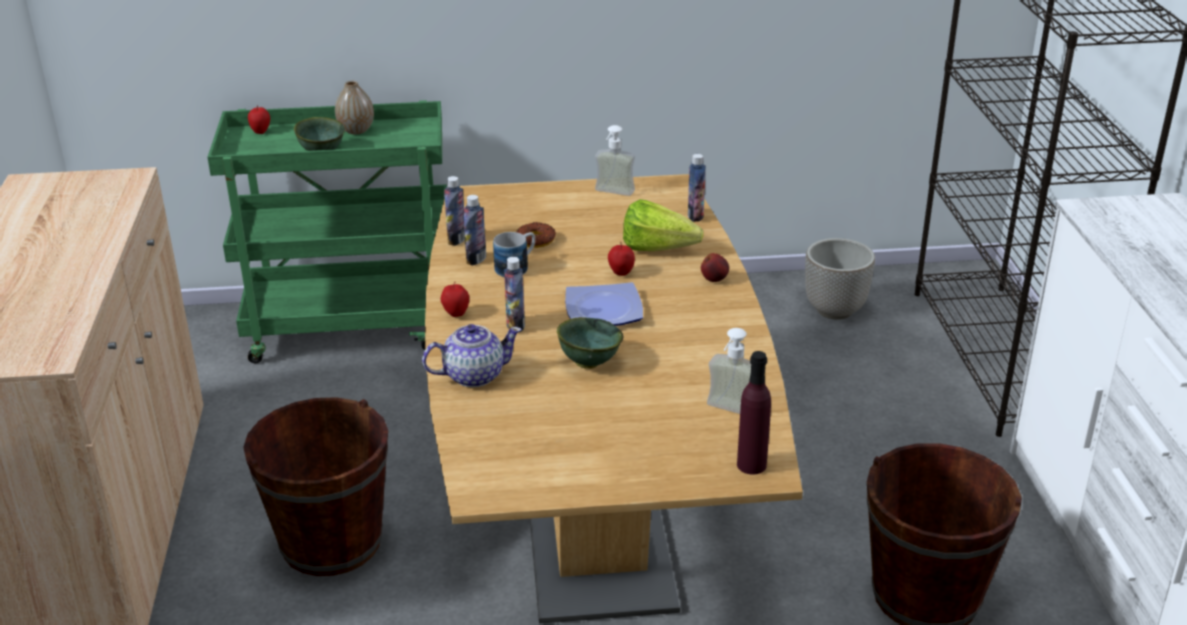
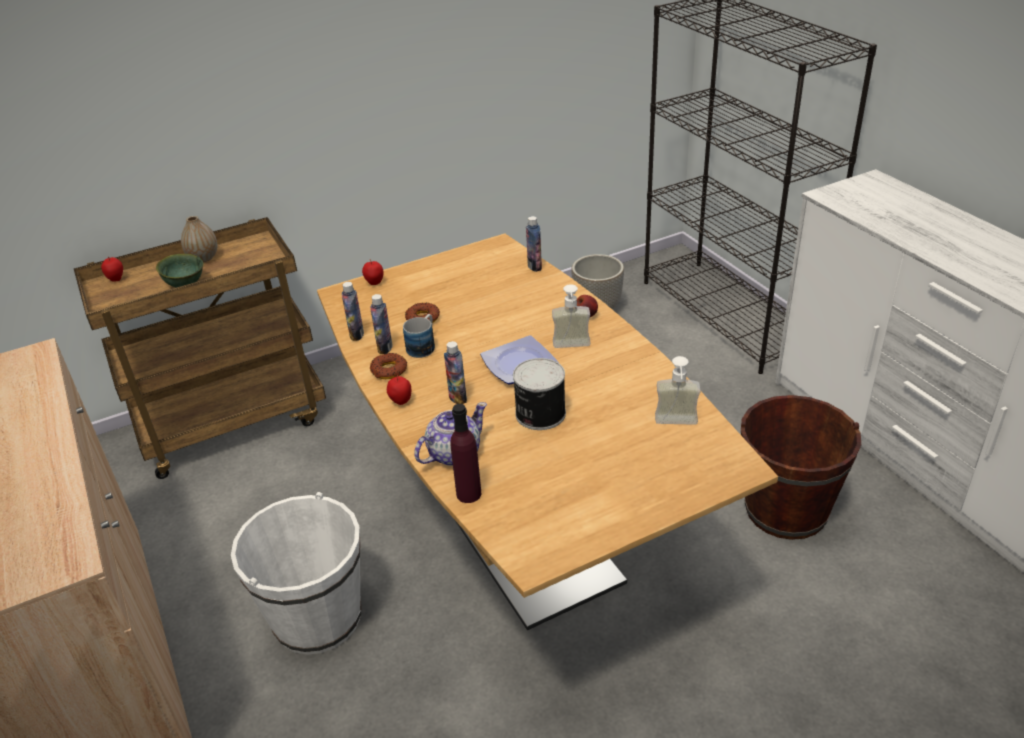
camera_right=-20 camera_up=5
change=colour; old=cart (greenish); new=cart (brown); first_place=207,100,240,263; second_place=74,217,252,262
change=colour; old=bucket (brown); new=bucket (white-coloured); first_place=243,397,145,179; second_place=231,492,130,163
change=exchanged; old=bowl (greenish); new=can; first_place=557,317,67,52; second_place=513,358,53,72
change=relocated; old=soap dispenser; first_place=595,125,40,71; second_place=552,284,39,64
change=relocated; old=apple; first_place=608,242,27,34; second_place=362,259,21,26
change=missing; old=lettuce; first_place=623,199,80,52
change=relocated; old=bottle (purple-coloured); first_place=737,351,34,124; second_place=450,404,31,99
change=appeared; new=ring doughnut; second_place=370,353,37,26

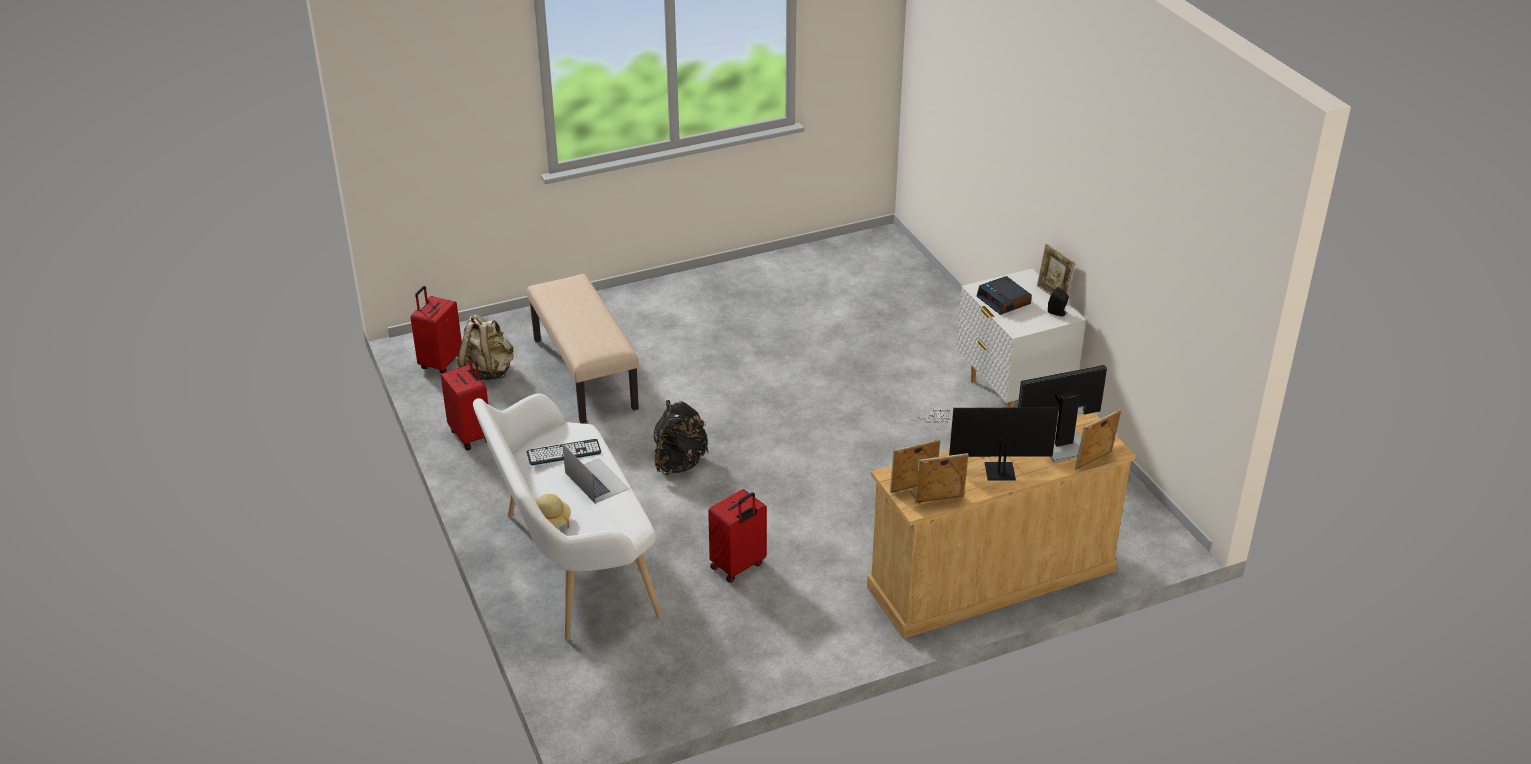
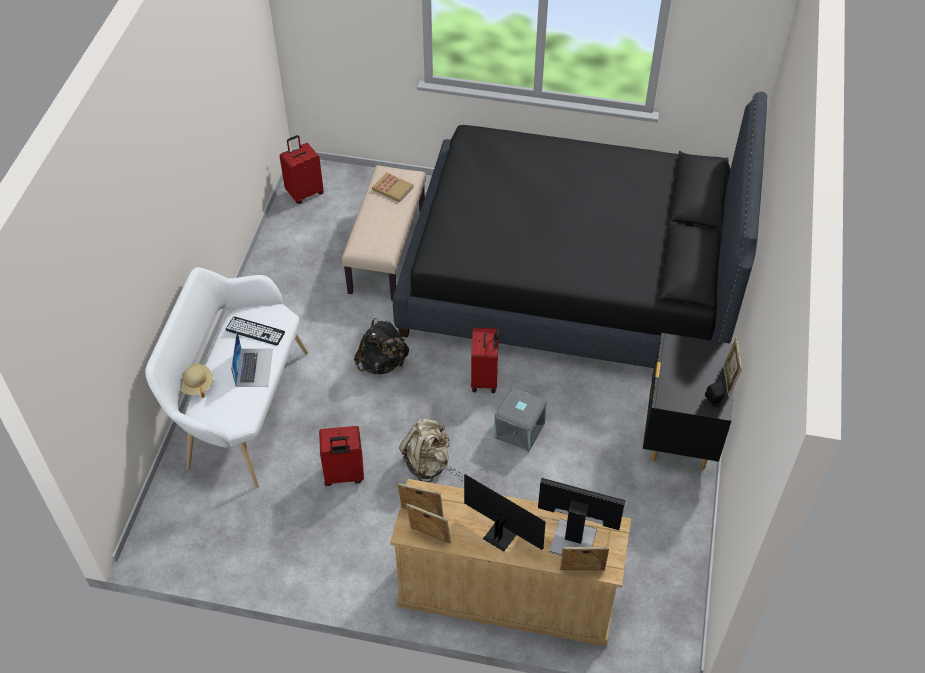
camera_right=35 camera_up=15
change=relocated; old=travel case (reddish); first_place=440,355,48,95; second_place=471,325,28,68
change=relocated; old=rucksack (sand-coloured); first_place=458,315,56,65; second_place=399,419,51,63
change=colour; old=night table (white-coloured); new=night table (black); first_place=957,269,129,139; second_place=643,333,91,137
change=missing; old=table clock; first_place=977,276,55,39
change=appeared; new=book; second_place=372,172,42,30
change=appeared; new=bed (black); second_place=393,92,374,276
change=appeared; new=storage bin (gray); second_place=494,387,53,65

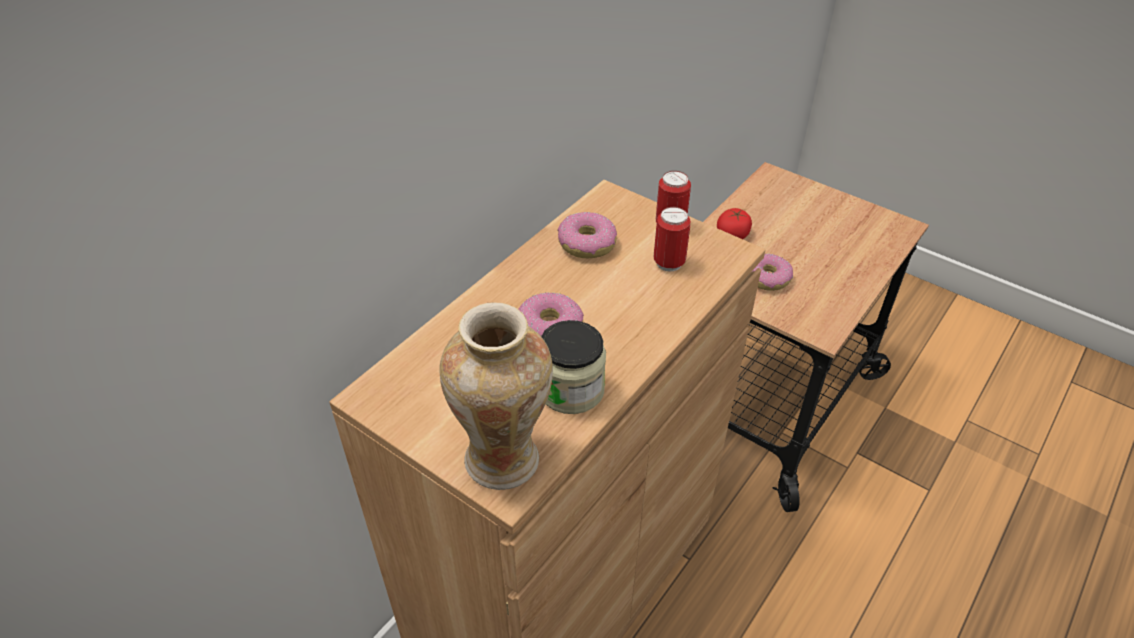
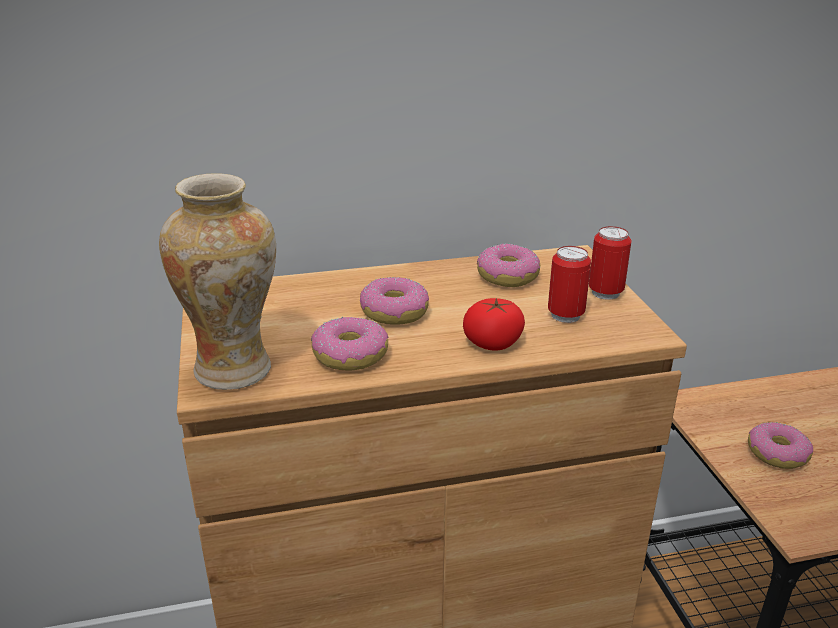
camera_right=40 camera_up=-15
change=exchanged; old=preserve jar; new=ring doughnut; first_place=541,320,65,94; second_place=311,316,77,54
change=relocated; old=whole tomato; first_place=717,208,35,31; second_place=463,298,62,53

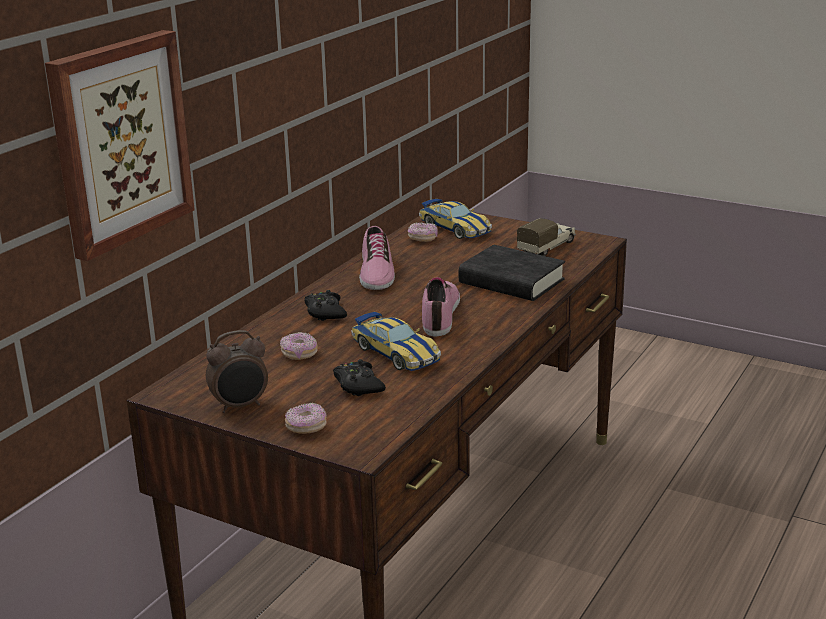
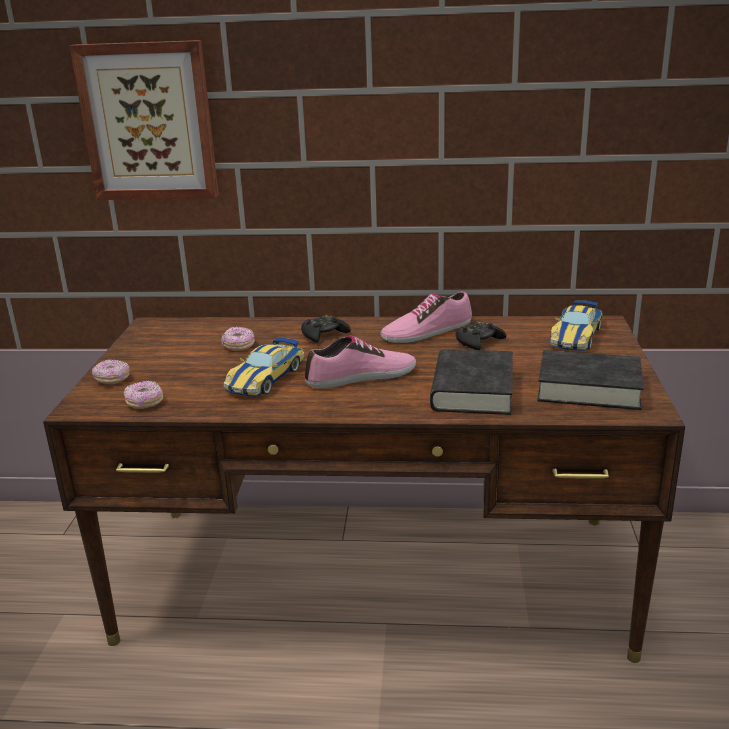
camera_right=65 camera_up=0
change=missing; old=table clock; first_place=206,330,62,83
change=relocated; old=joypad (black); first_place=333,359,53,37; second_place=456,321,50,29
change=relocated; old=ring doughnut; first_place=408,223,30,19; second_place=124,380,39,29
change=exchanged; old=model truck; new=book (black); first_place=517,218,59,38; second_place=537,350,107,60

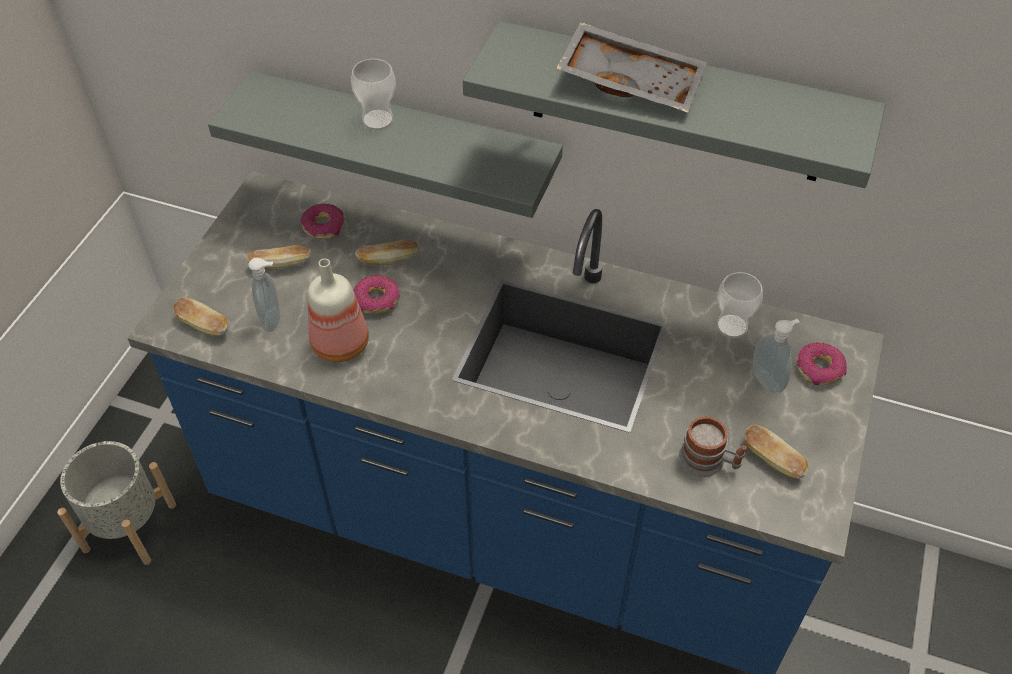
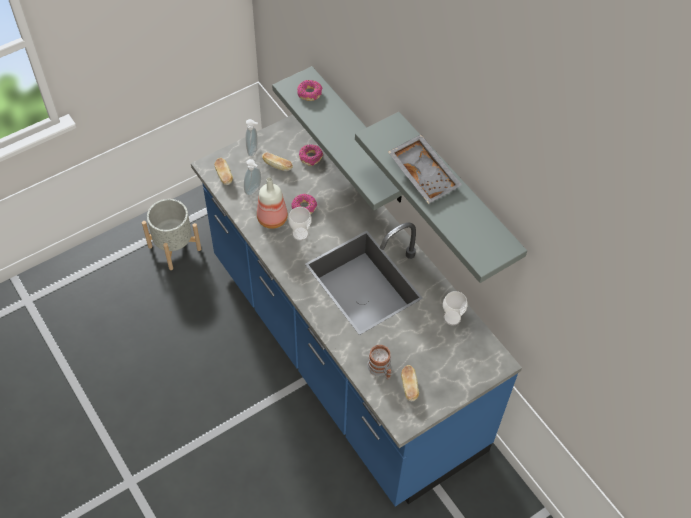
camera_right=35 camera_up=5
change=relocated; old=small cup; first_place=351,59,45,71; second_place=288,207,24,34
change=missing; old=bakery bread; first_place=355,240,64,25
change=relocated; old=soap dispenser; first_place=753,319,46,75; second_place=245,119,13,37
change=relocated; old=ring doughnut; first_place=796,342,51,43; second_place=297,80,25,21

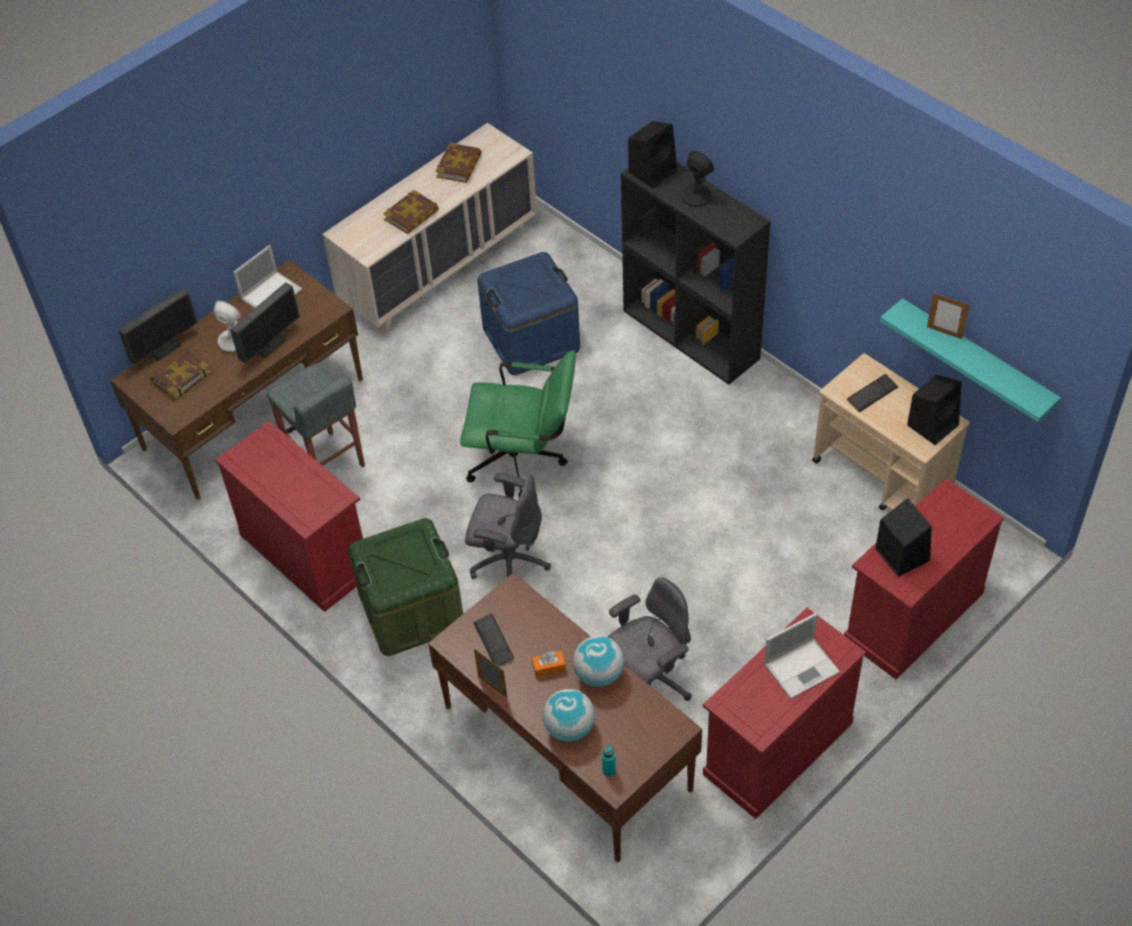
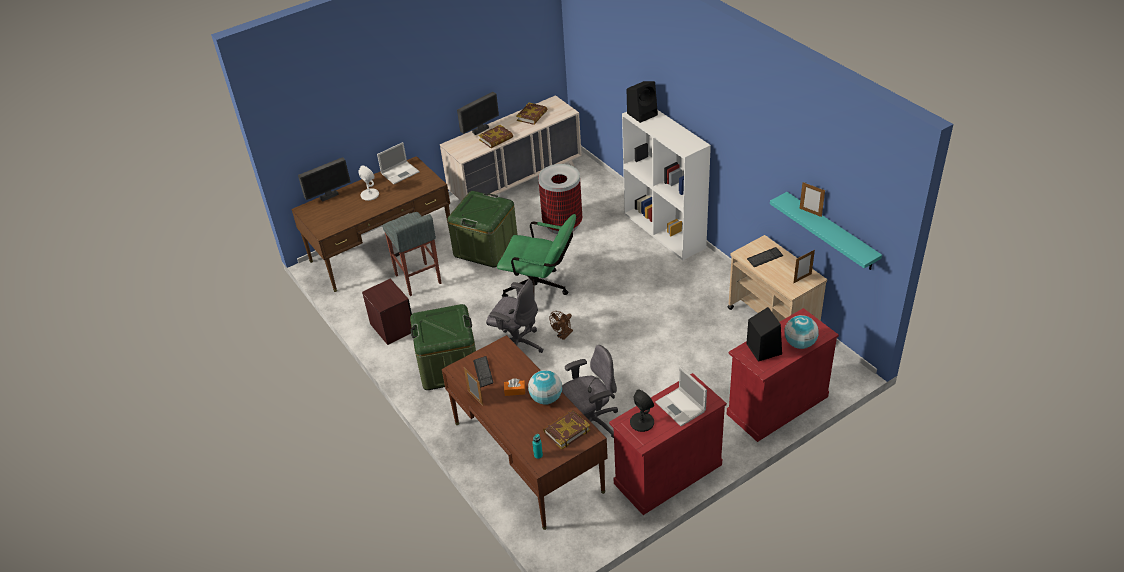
camera_right=10 camera_up=-10
change=relocated; old=book; first_place=150,350,61,50; second_place=543,409,48,41
change=exchanged; old=cupboard (reddish); new=night table (brown); first_place=215,421,148,191; second_place=362,279,50,66
change=relocated; old=monitor; first_place=230,282,70,82; second_place=457,92,42,43
change=exchanged; old=storage bin (blue-coloured); new=waste bin; first_place=477,252,103,123; second_place=538,164,44,70
change=relocated; old=world globe; first_place=543,689,52,53; second_place=784,315,35,34
change=colour; old=shelving unit (black); new=shelving unit (white-coloured); first_place=621,163,149,222; second_place=622,110,89,150
change=relocated; old=table lamp (black); first_place=681,151,33,56; second_place=630,389,24,43
change=spun; old=portable computer; first_place=764,613,76,86; second_place=655,366,52,60; degrees=75
change=exchanged; old=speaker (black); new=picture frame; first_place=907,375,55,70; second_place=793,250,22,33
change=appeared; new=storage bin (greenish); second_place=447,191,71,76
change=appeared; new=fan (brown); second_place=550,311,23,29

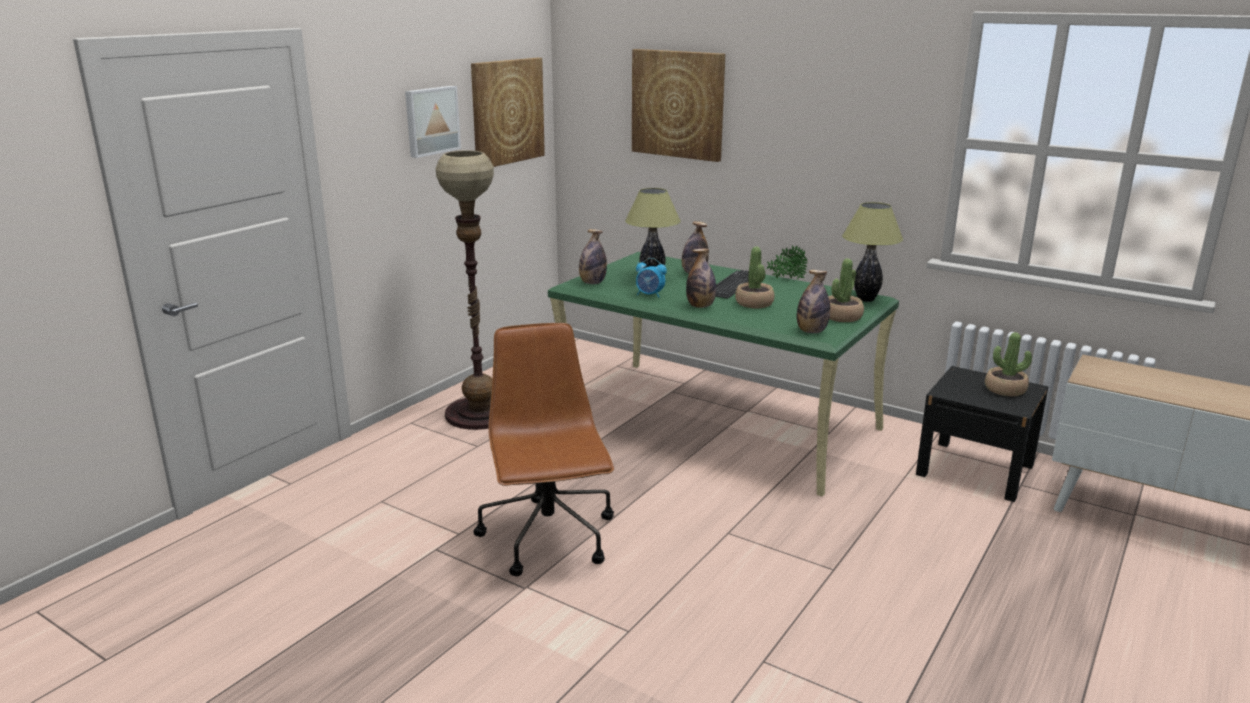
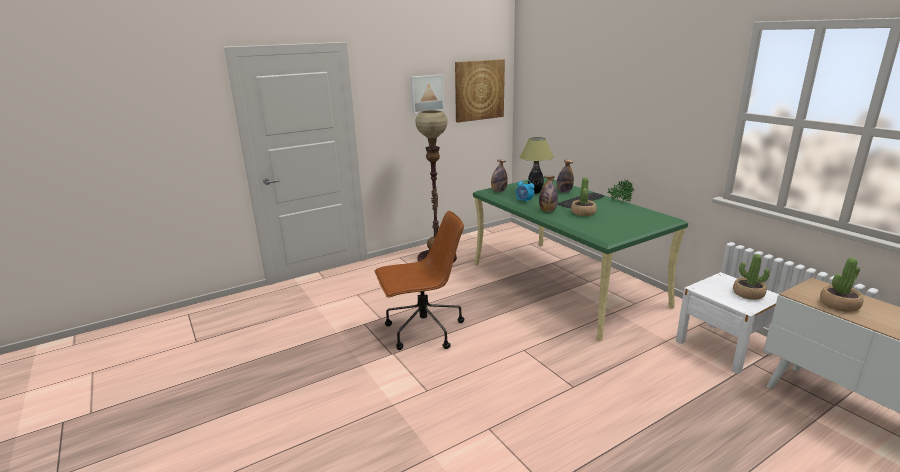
camera_right=25 camera_up=0
change=spun; old=desk chair (brown); first_place=473,323,141,253; second_place=374,211,90,139; degrees=60
change=missing; old=wall picture; first_place=632,49,93,113
change=missing; old=bottle; first_place=797,270,33,63
change=relocated; old=potted plant; first_place=828,259,36,63; second_place=820,257,44,55
change=missing; old=table lamp; first_place=842,202,61,100
change=colour; old=night table (black); new=night table (white-coloured); first_place=916,366,132,136; second_place=676,272,103,102

